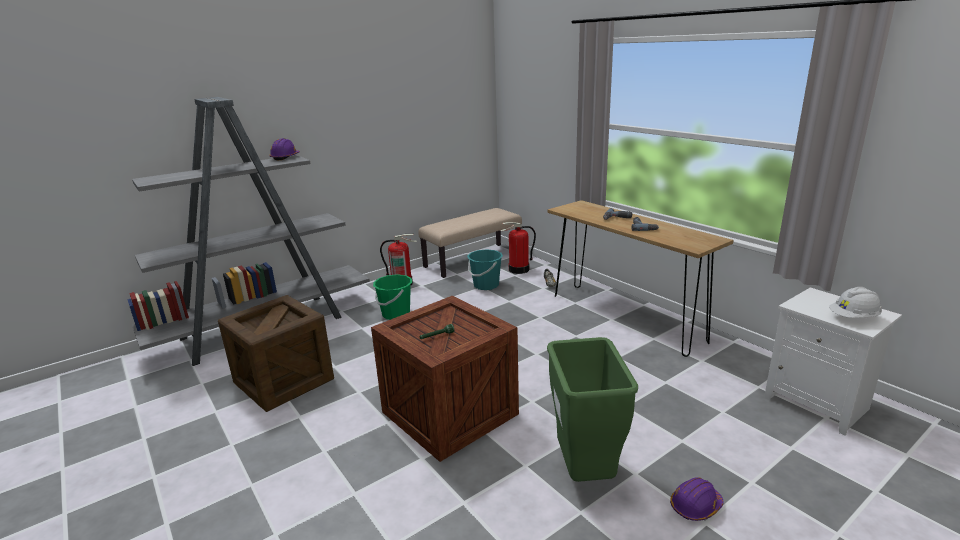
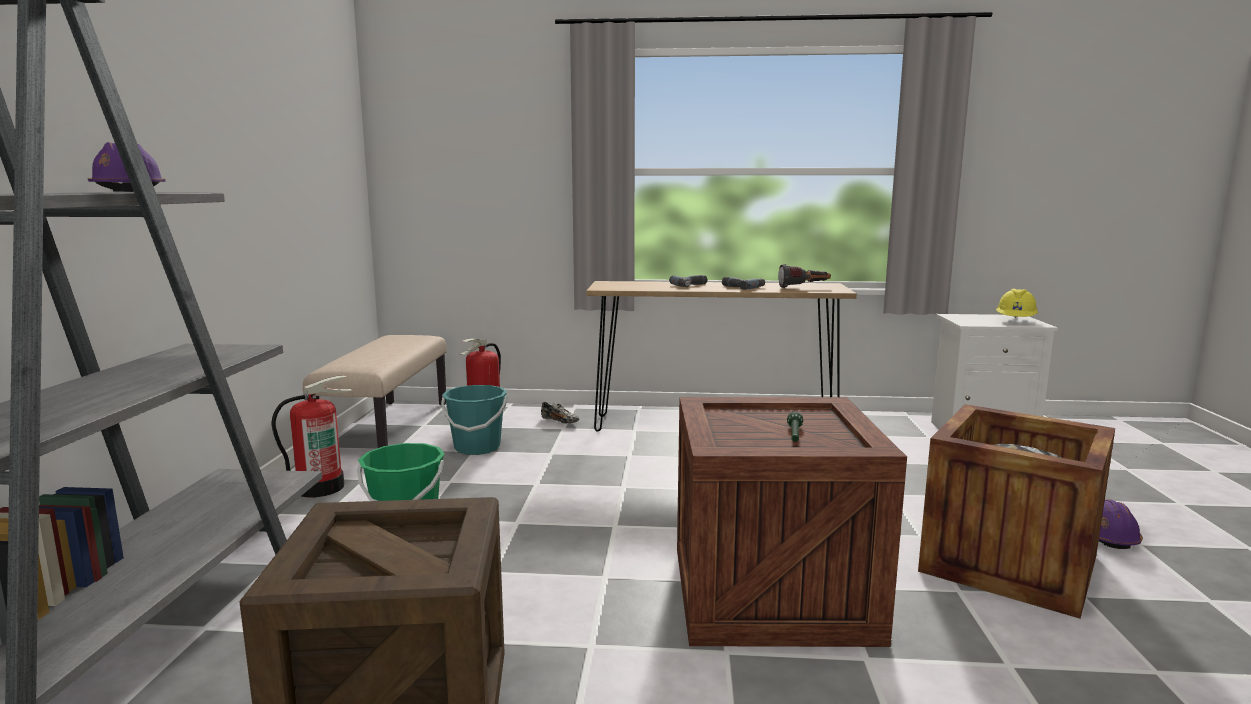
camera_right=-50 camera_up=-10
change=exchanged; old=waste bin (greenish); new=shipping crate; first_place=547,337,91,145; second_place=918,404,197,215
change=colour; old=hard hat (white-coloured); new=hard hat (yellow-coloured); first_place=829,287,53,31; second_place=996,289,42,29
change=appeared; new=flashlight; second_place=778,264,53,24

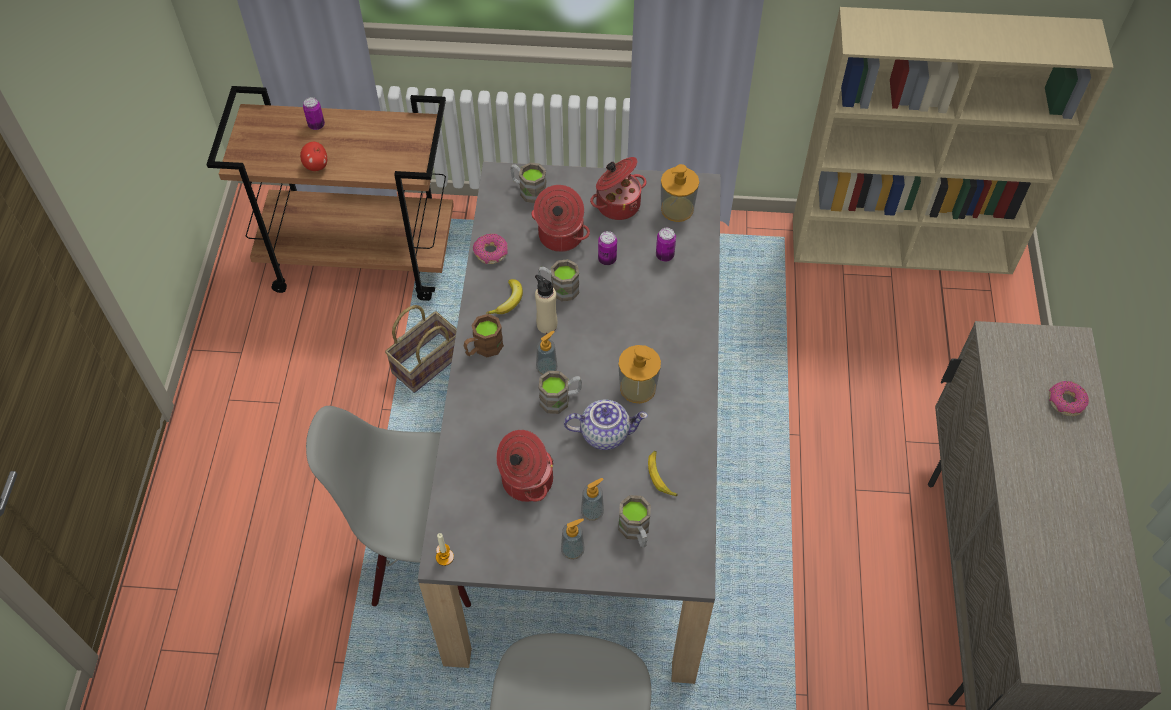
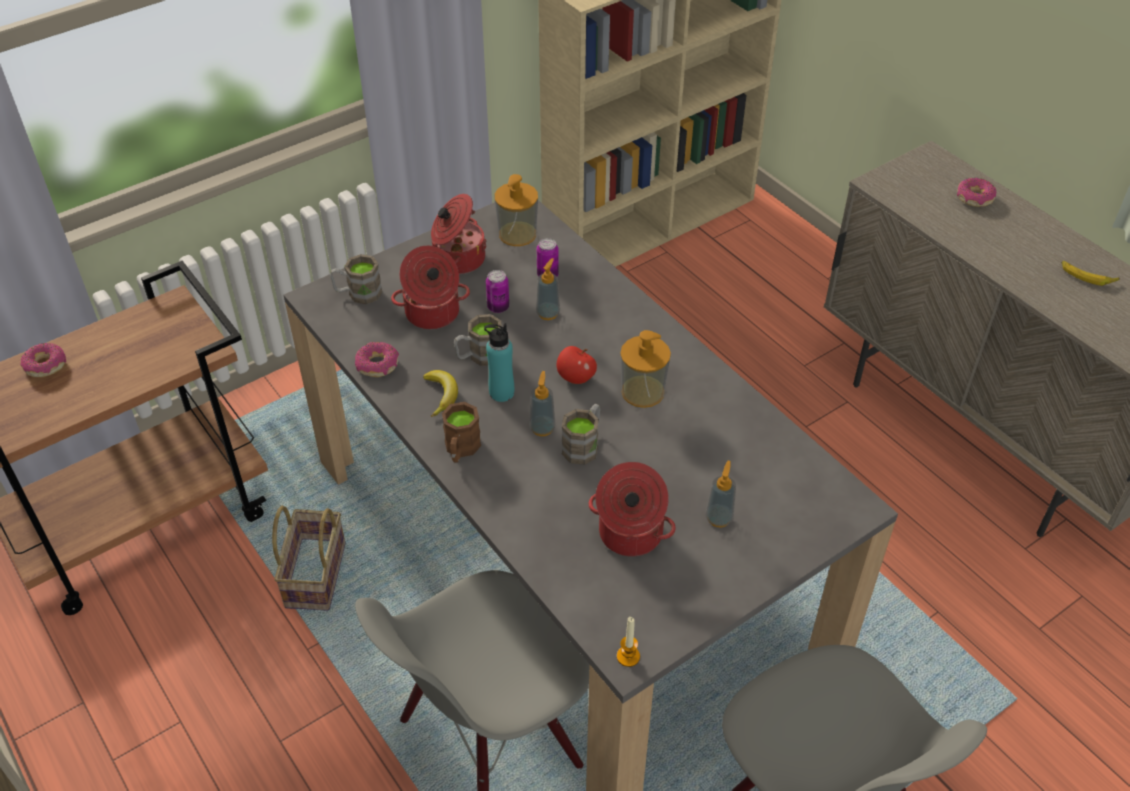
camera_right=-40 camera_up=-10
change=relocated; old=apple; first_place=300,142,27,29; second_place=557,346,40,38
change=exchanged; old=can; new=ring doughnut; first_place=303,97,22,33; second_place=20,343,46,34
change=colour; old=bottle (sand-coloured); new=bottle (turquoise-coloured); first_place=535,275,22,59; second_place=484,323,30,79
change=relocated; old=soap dispenser; first_place=561,518,24,42; second_place=536,258,24,62
change=missing; old=tea pot; first_place=564,399,84,51
change=missing; old=coffee mug (brown); first_place=618,495,33,52
change=relocated; old=banana fruit; first_place=648,451,30,45; second_place=1061,260,59,26

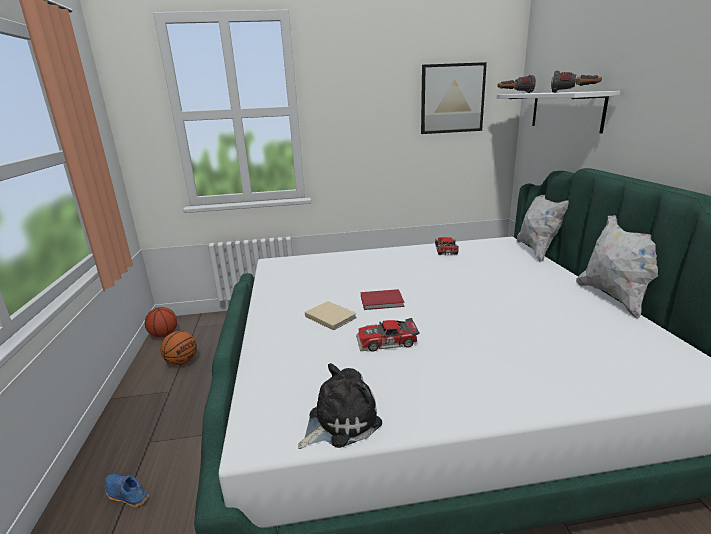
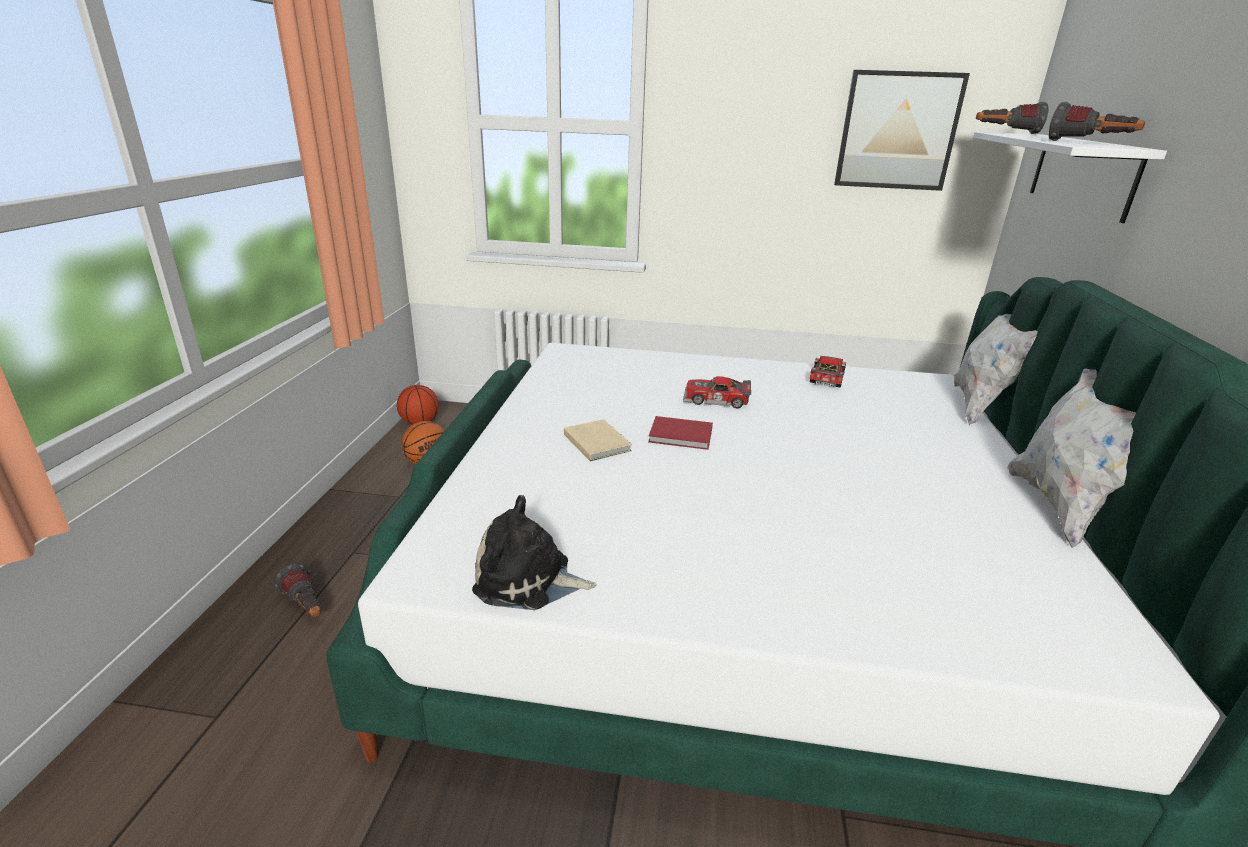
camera_right=15 camera_up=5
change=exchanged; old=shoe (blue-coloured); new=flashlight; first_place=105,474,44,34; second_place=275,563,46,54
change=spun; old=cuddly toy; first_place=298,363,84,86; second_place=472,495,125,115; degrees=-150
change=relocated; old=miniature car; first_place=356,318,64,33; second_place=683,376,68,32

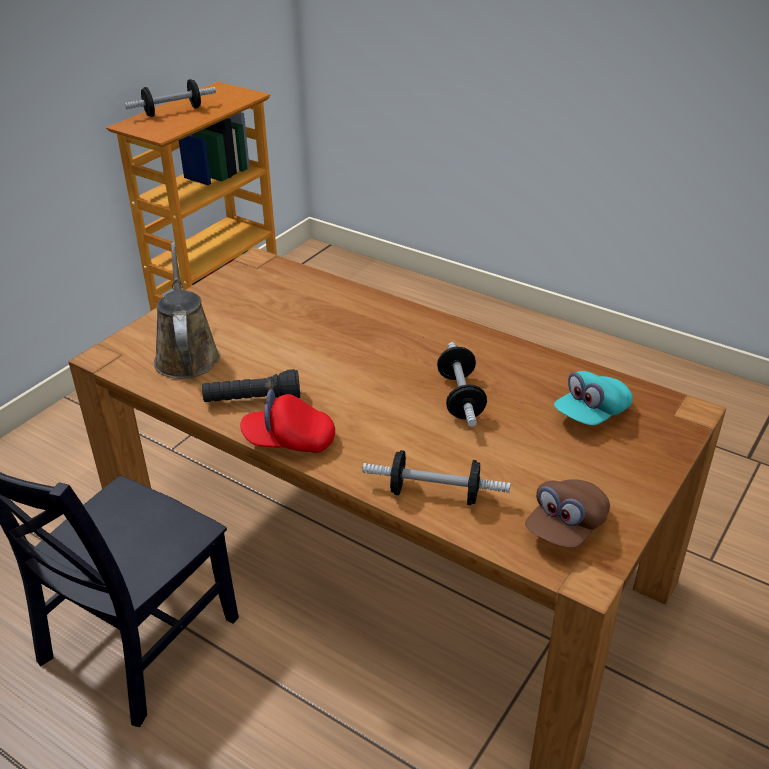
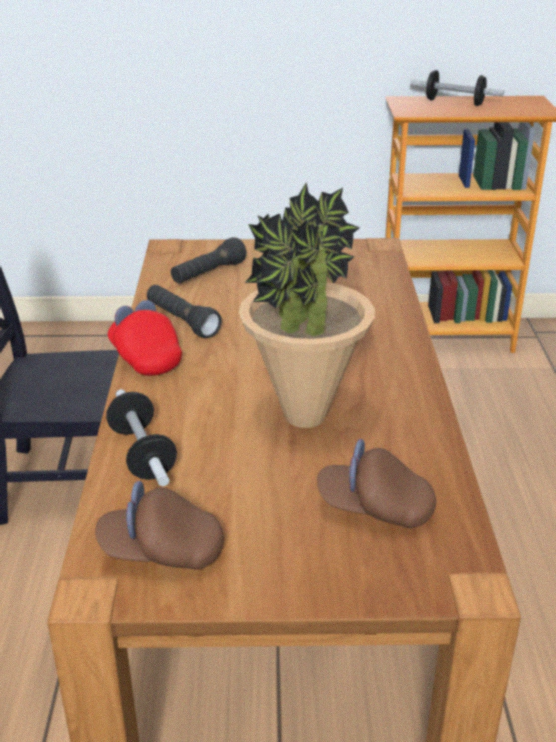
camera_right=55 camera_up=-5
change=exchanged; old=sprinkling can (brown); new=flashlight (black); first_place=154,242,66,137; second_place=171,237,76,46
change=exchanged; old=hand weight; new=potted plant; first_place=437,342,50,85; second_place=239,182,136,246
change=colour; old=cap (turquoise-coloured); new=cap (brown); first_place=554,371,79,54; second_place=317,439,119,89

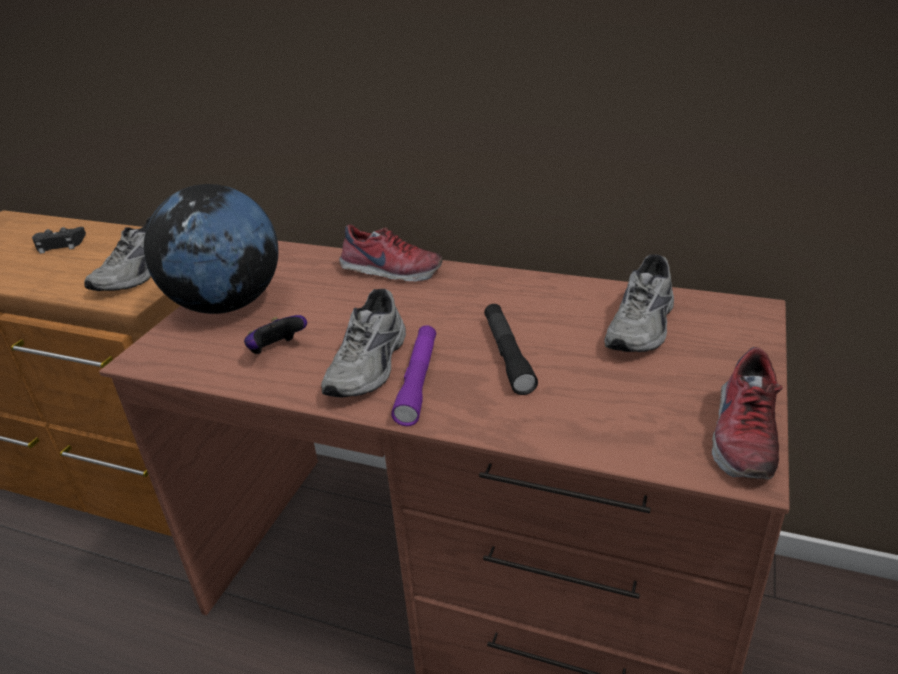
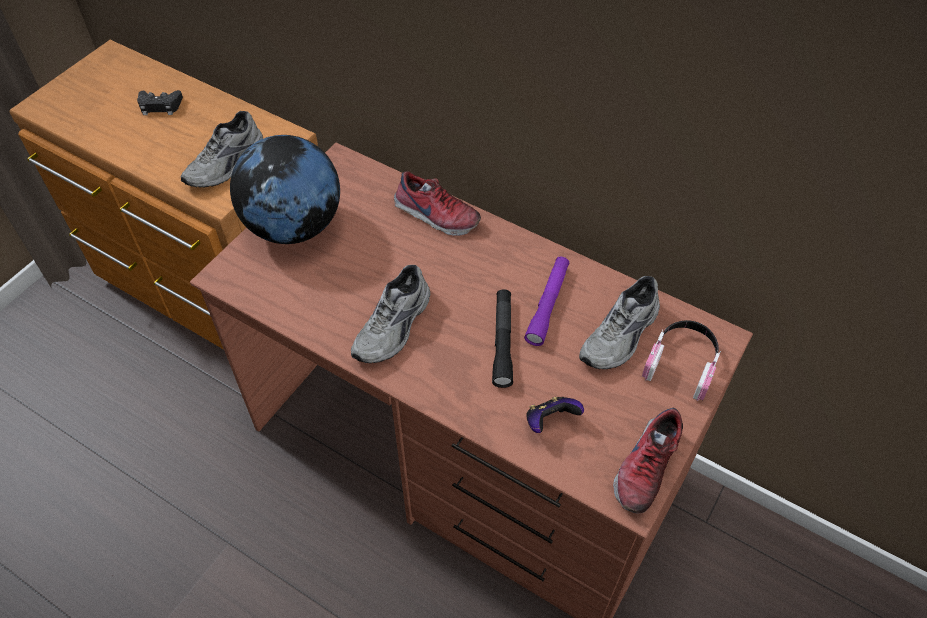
camera_right=10 camera_up=20
change=relocated; old=joypad; first_place=244,315,63,39; second_place=526,397,58,36
change=relocated; old=flashlight (purple-coloured); first_place=391,325,45,101; second_place=524,257,45,89
change=appeared; new=headphones; second_place=642,320,79,81

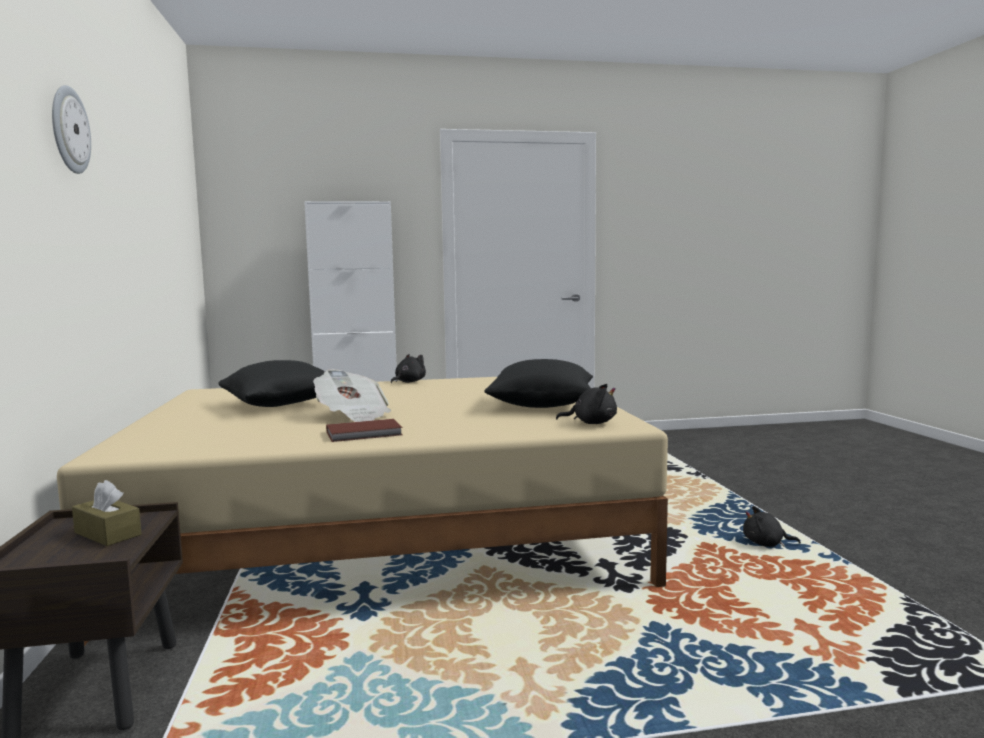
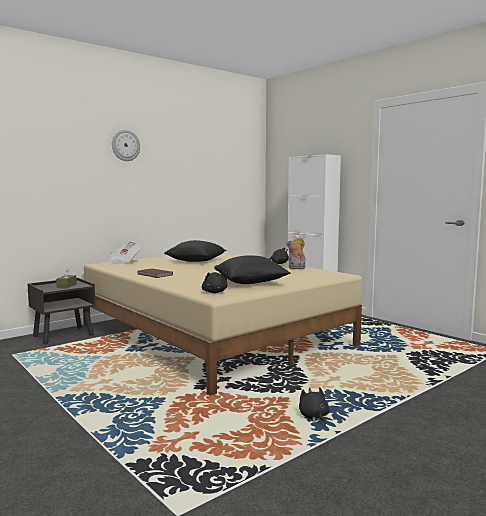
camera_right=60 camera_up=0
change=relocated; old=printed paper; first_place=313,369,78,53; second_place=109,242,33,23
change=appeared; new=cuddly toy; second_place=286,234,20,35

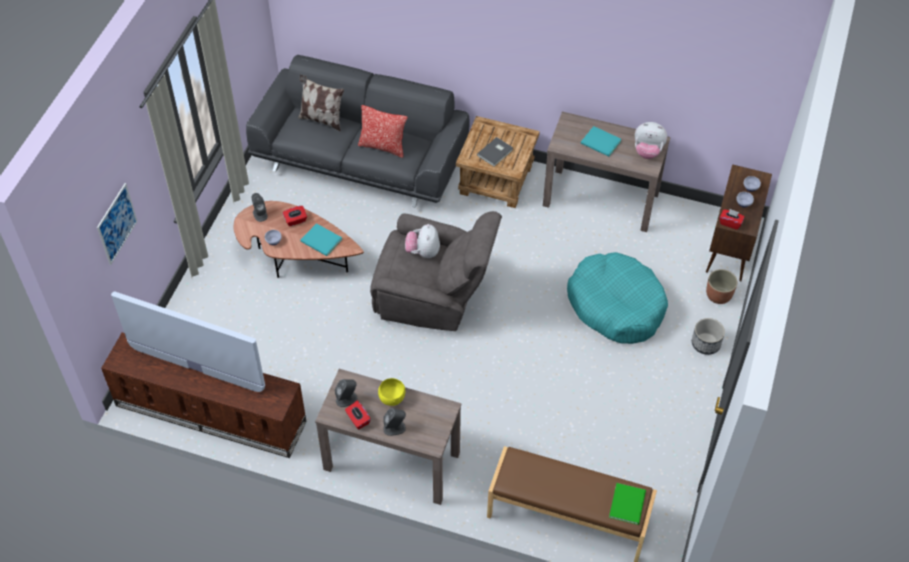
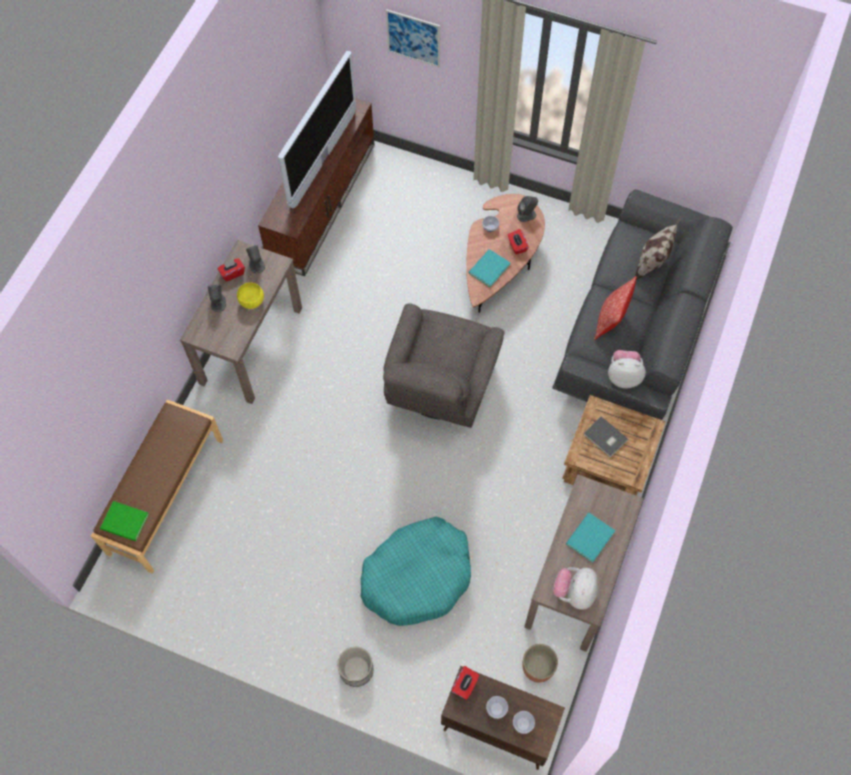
camera_right=95 camera_up=10
change=relocated; old=cuddly toy; first_place=405,224,35,34; second_place=608,350,38,39
change=relocated; old=planter; first_place=706,269,32,35; second_place=522,644,36,39

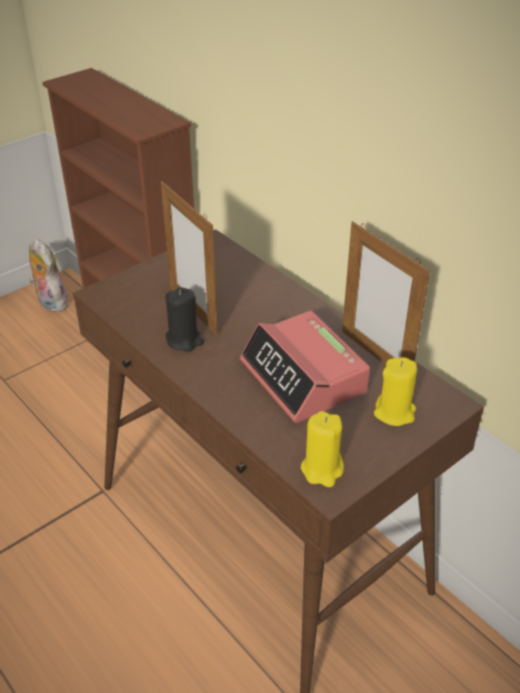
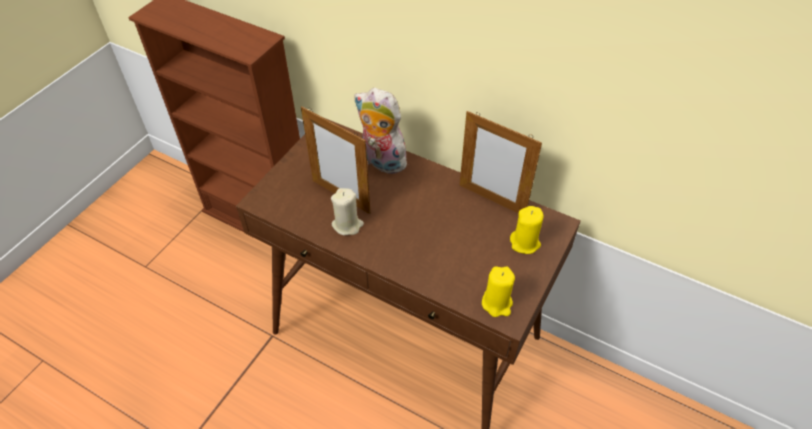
camera_right=-20 camera_up=10
change=relocated; old=cuddly toy; first_place=29,239,39,73; second_place=354,88,55,87
change=colour; old=wax candle (black); new=wax candle (sand-coloured); first_place=165,287,39,65; second_place=331,188,33,48
change=missing; old=table clock; first_place=240,311,130,112

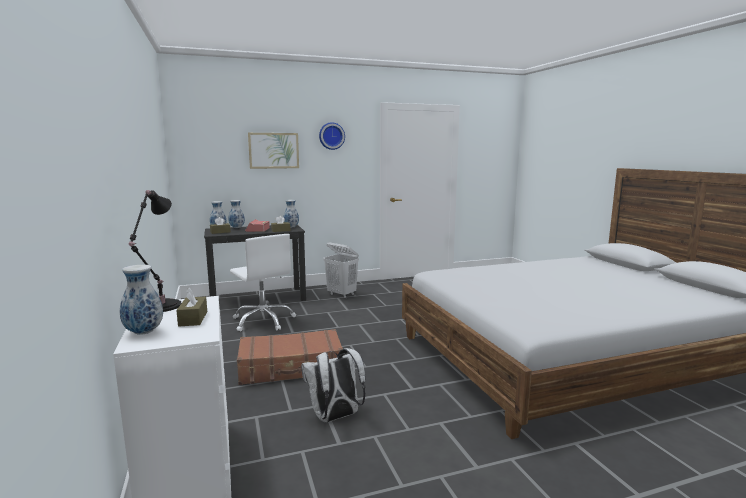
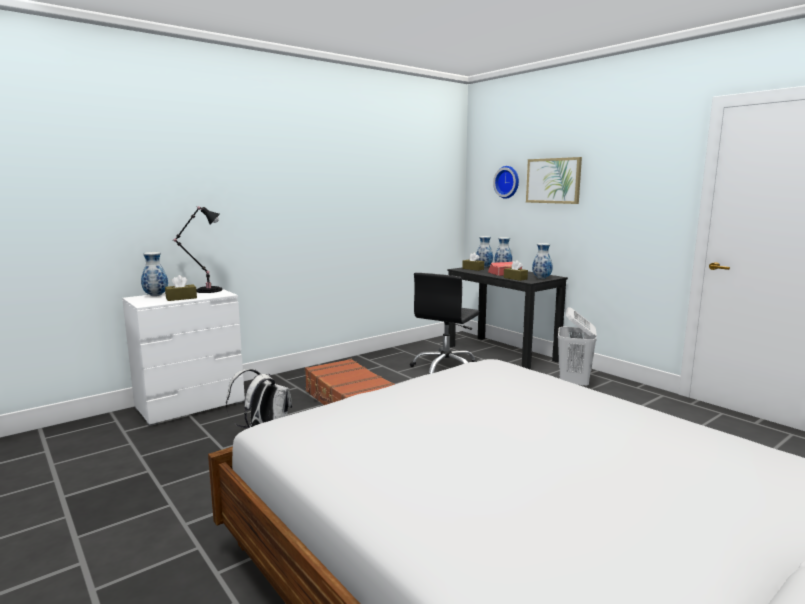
camera_right=70 camera_up=0
change=colour; old=desk chair (white-coloured); new=desk chair (black); first_place=230,234,66,97; second_place=410,273,70,101
change=relocated; old=hanging clock; first_place=319,122,26,28; second_place=493,166,26,33

